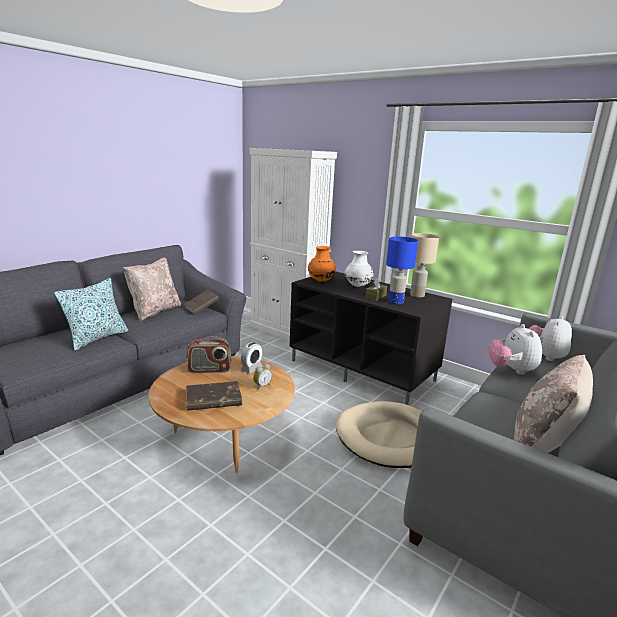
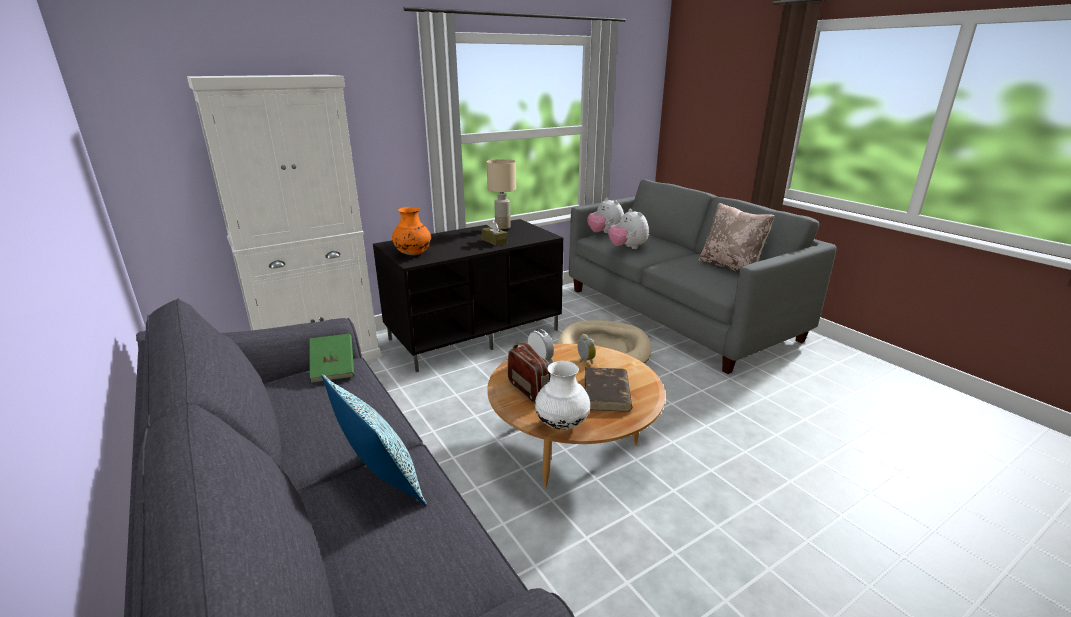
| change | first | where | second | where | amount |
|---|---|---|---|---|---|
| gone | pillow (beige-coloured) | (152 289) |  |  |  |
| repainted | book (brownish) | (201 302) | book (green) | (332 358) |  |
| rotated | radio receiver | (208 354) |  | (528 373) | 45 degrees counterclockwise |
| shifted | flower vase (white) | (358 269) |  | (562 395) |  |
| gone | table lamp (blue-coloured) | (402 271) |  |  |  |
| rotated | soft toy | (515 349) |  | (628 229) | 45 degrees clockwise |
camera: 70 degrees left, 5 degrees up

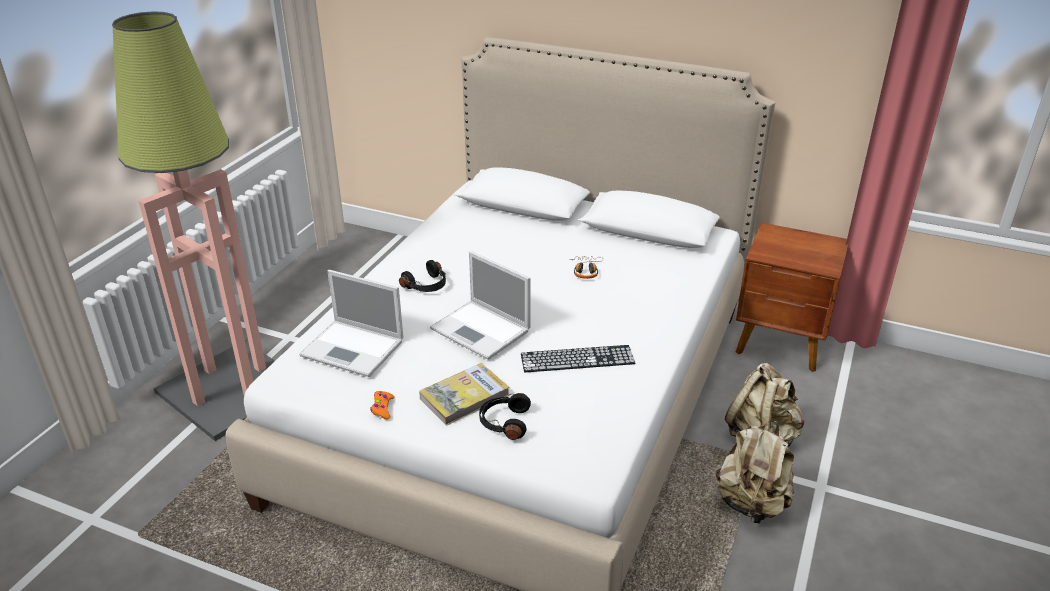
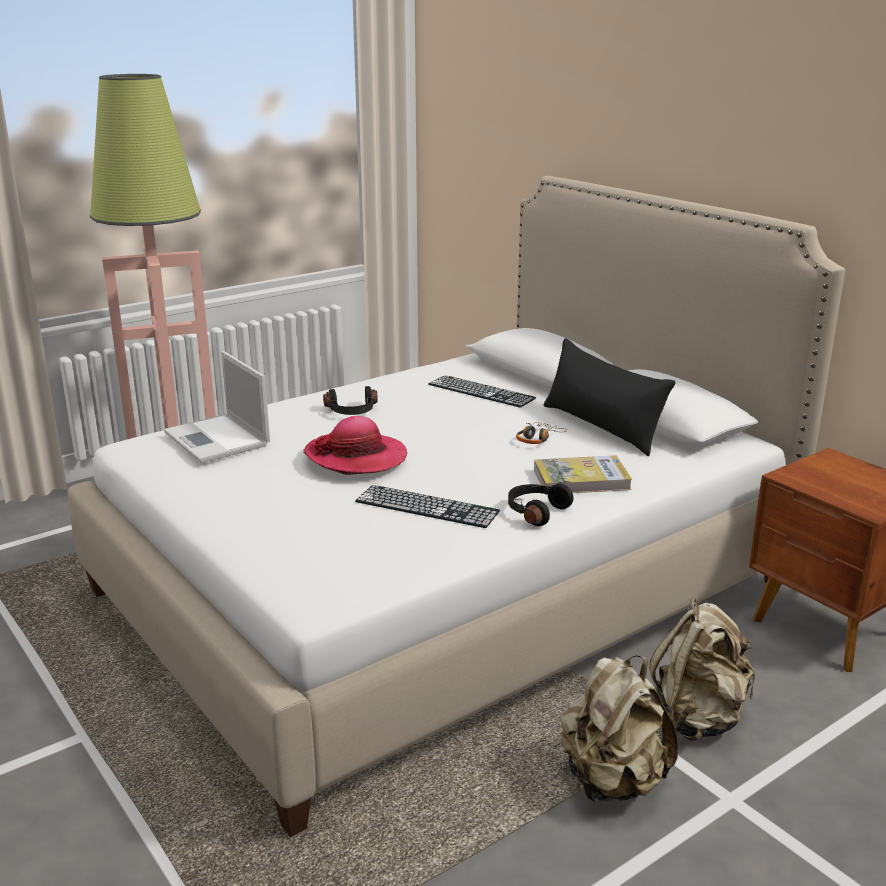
| change | first | where | second | where | amount |
|---|---|---|---|---|---|
| gone | game controller (orange) | (382 405) |  |  |  |
| shifted | book | (464 394) |  | (583 475) |  |
| swapped | laptop | (480 305) | hat | (355 445) |  |
| shifted | headset (black) | (505 416) |  | (540 505) |  |
| new |  |  | computer keyboard | (482 391) |  |
| new |  |  | pillow (black) | (610 397) |  |
camera: 30 degrees right, 10 degrees down

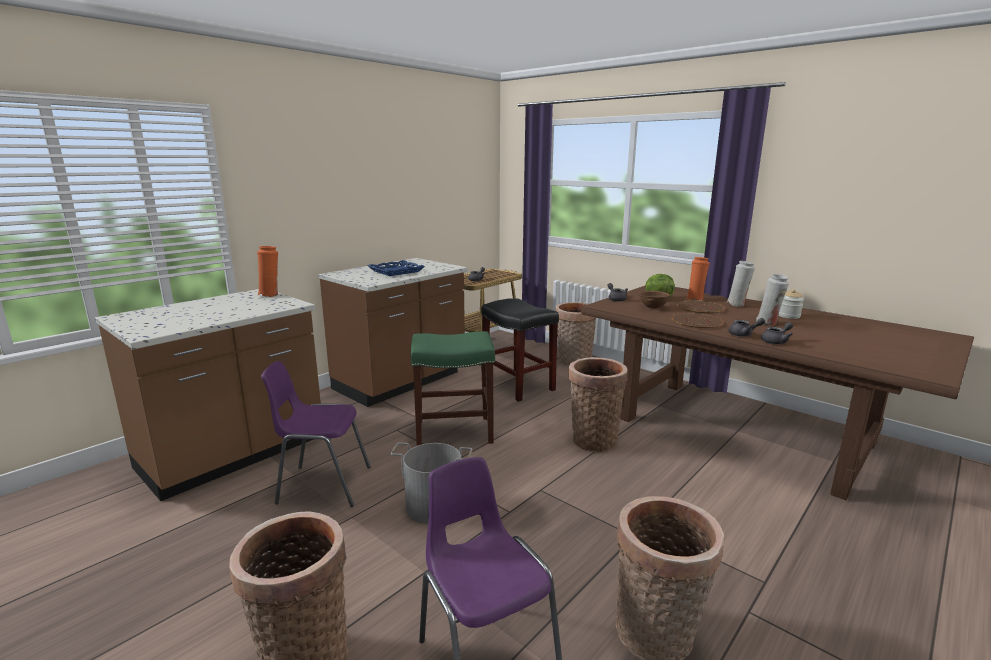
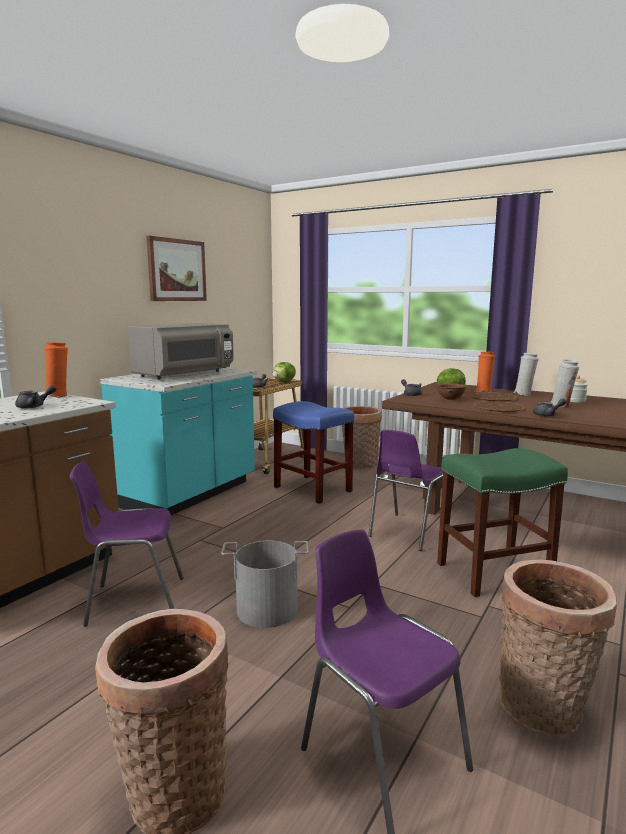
| change | first | where | second | where | amount |
|---|---|---|---|---|---|
| repainted | kitchen base unit (brownish) | (393 332) | kitchen base unit (blue-green) | (178 441) |  |
| swapped | tray (blue-coloured) | (396 268) | microwave oven (grey) | (181 351) |  |
| shifted | sitting stool (green) | (453 388) |  | (502 522) |  |
| repainted | sitting stool (black) | (520 350) | sitting stool (blue-coloured) | (313 452) |  |
| swapped | basket | (598 404) | plain chair (purplish) | (405 490) |  |
| shifted | pot for tea (grey) | (777 333) |  | (35 397) |  |
| new |  |  | picture | (176 268) |  |
| new |  |  | lettuce | (284 372) |  |
camera: 10 degrees left, 5 degrees down

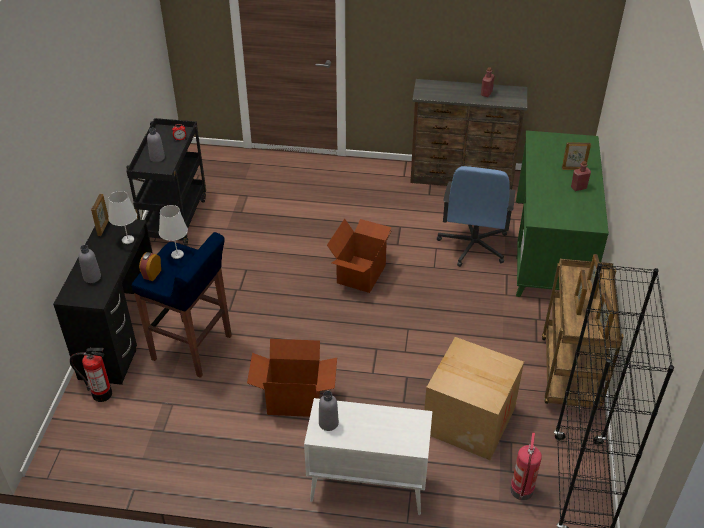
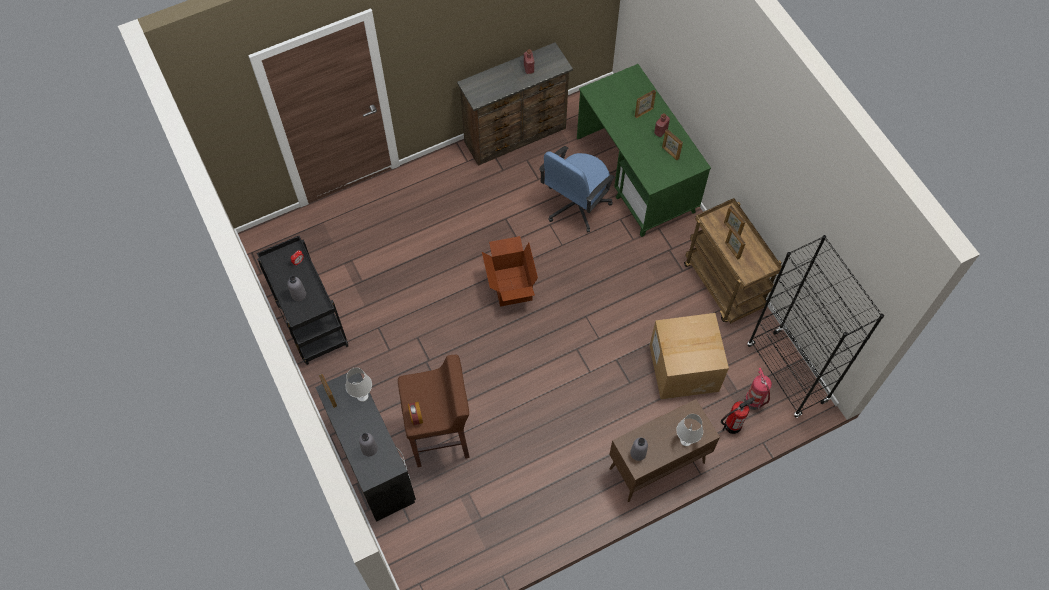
| change | first | where | second | where | amount |
|---|---|---|---|---|---|
| shifted | extinguisher | (91 375) |  | (738 415) |  |
| repainted | sitting stool (blue-coloured) | (182 305) | sitting stool (brownish) | (434 411) |  |
| shifted | table lamp (white) | (173 232) |  | (689 430) |  |
| gone | packing box | (292 378) |  |  |  |
| repainted | cabinet (white) | (368 456) | cabinet (brownish) | (664 450) |  |
| rotated | office chair (blue-coloured) | (476 216) |  | (577 189) | 60 degrees clockwise |
| shifted | standing frame | (605 316) |  | (672 144) |  |
camera: 35 degrees left, 20 degrees up

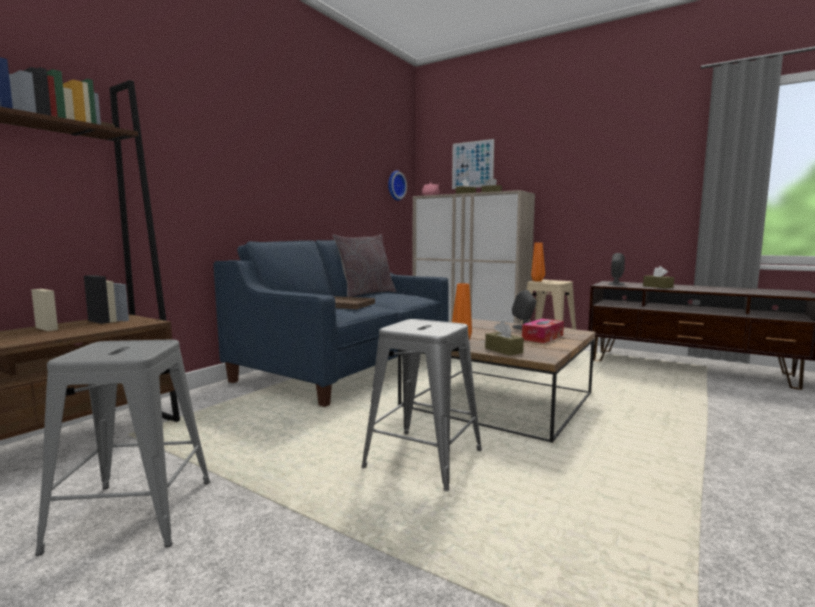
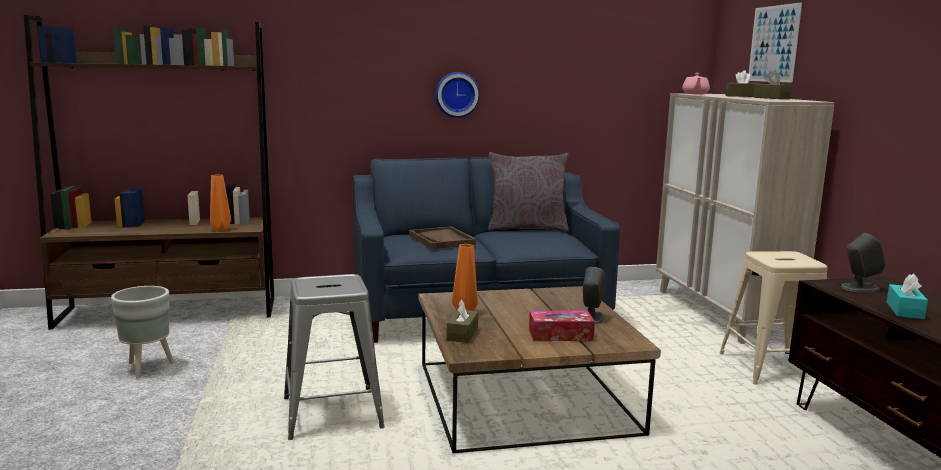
| change | first | where | second | where | amount |
|---|---|---|---|---|---|
| swapped | sitting stool (grey) | (122 448) | planter (grey) | (142 332) |  |
| shifted | hanging clock | (397 186) |  | (457 95) |  |
| shifted | flower vase (orange) | (538 261) |  | (220 203) |  |
| repainted | tissue holder (brownish) | (658 277) | tissue holder (blue-green) | (907 296) |  |
camera: 45 degrees right, 5 degrees up

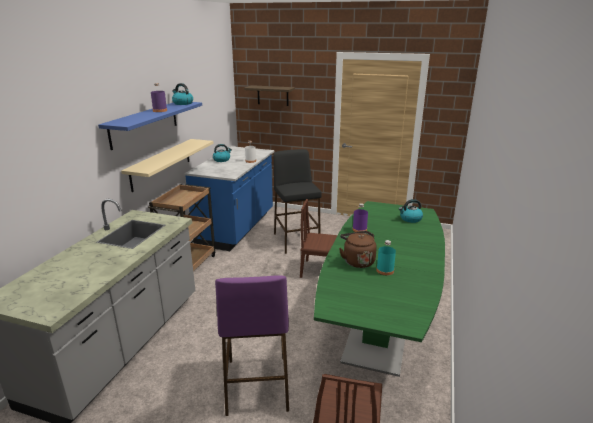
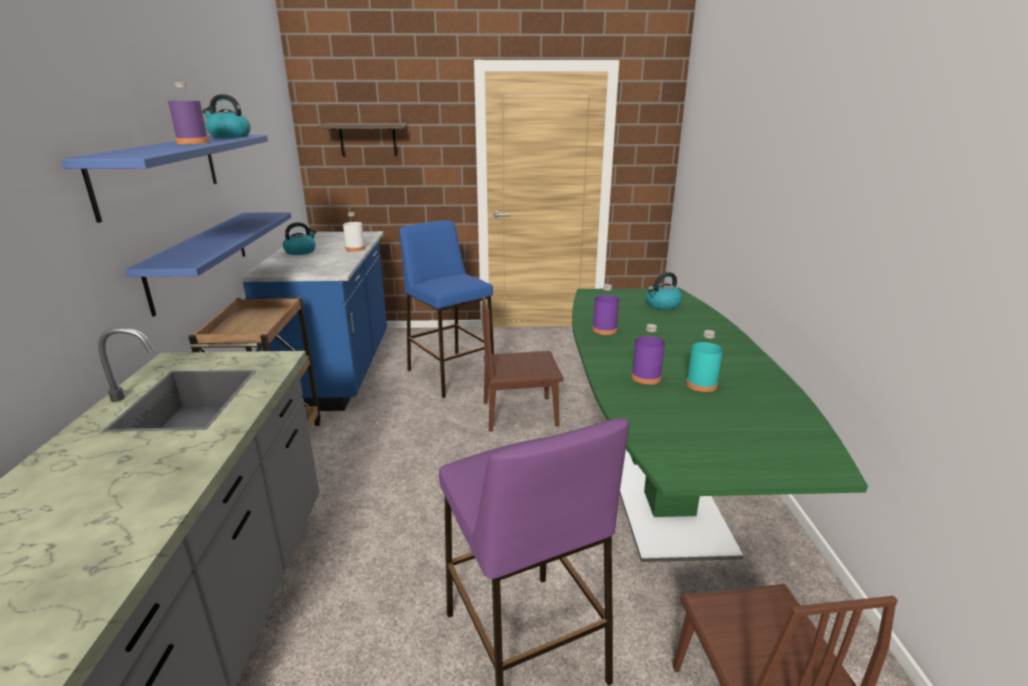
| change | first | where | second | where | amount |
|---|---|---|---|---|---|
| repainted | bracket shelf (beige-coloured) | (167 165) | bracket shelf (blue-coloured) | (208 264) |  |
| repainted | sitting stool (black) | (297 201) | sitting stool (blue-coloured) | (446 309) |  |
| swapped | kettle (brownish) | (358 249) | drink bottle (purplish) | (648 354) |  |
camera: 20 degrees left, 0 degrees up

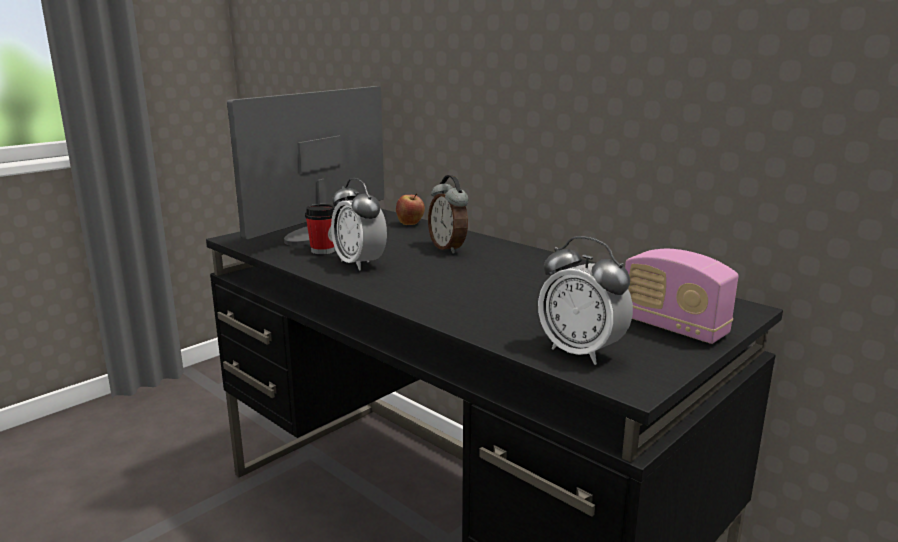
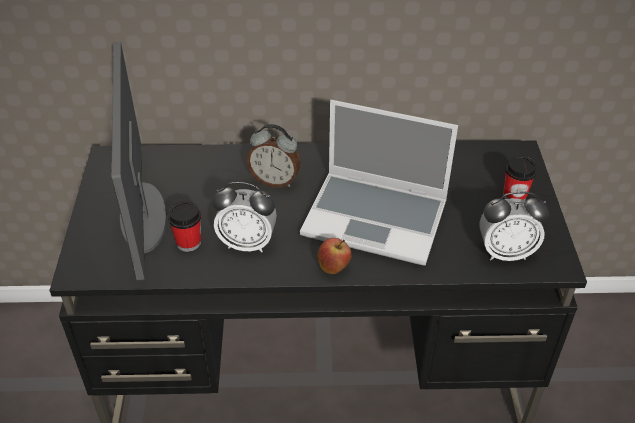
| change | first | where | second | where | amount |
|---|---|---|---|---|---|
| shifted | apple fruit | (410 209) |  | (334 256) |  |
| swapped | radio receiver | (681 296) | drinking cup | (520 178) |  |
| new |  |  | laptop | (379 183) |  |
camera: 45 degrees left, 25 degrees up

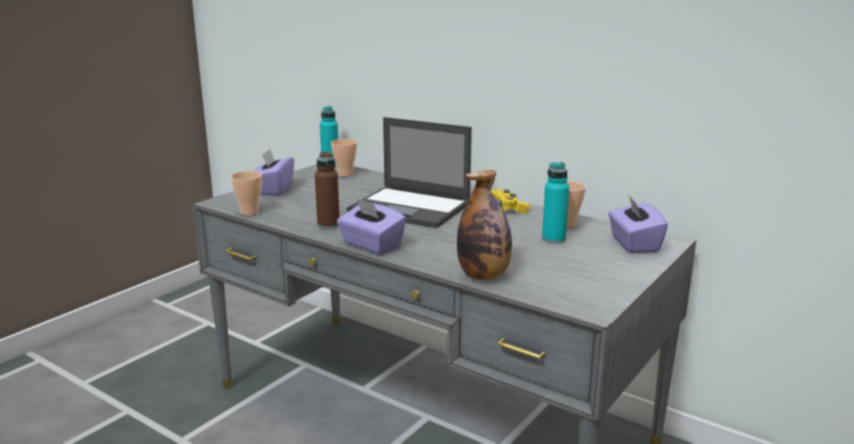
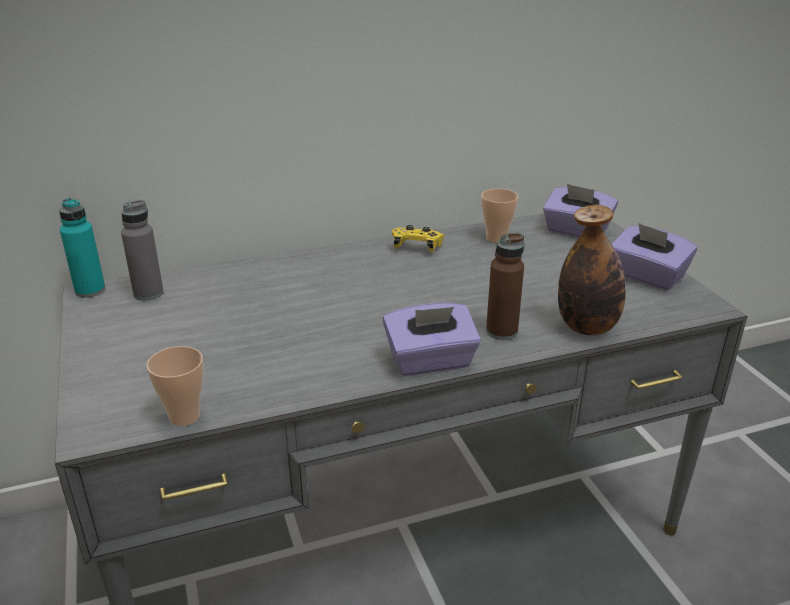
| change | first | where | second | where | amount |
|---|---|---|---|---|---|
| shifted | tissue holder (purplish) | (274 172) |  | (654 256) |  |
| shifted | drink bottle (brownish) | (327 190) |  | (505 286) |  |
| swapped | drinking cup | (344 158) | drink bottle (grey) | (142 250) |  |
| gone | laptop | (409 172) |  |  |  |
| gone | drink bottle (blue-green) | (555 203) |  |  |  |
camera: 55 degrees left, 10 degrees up

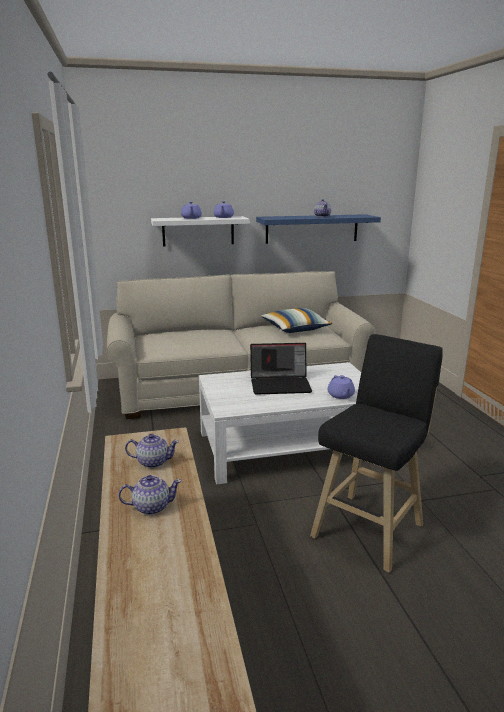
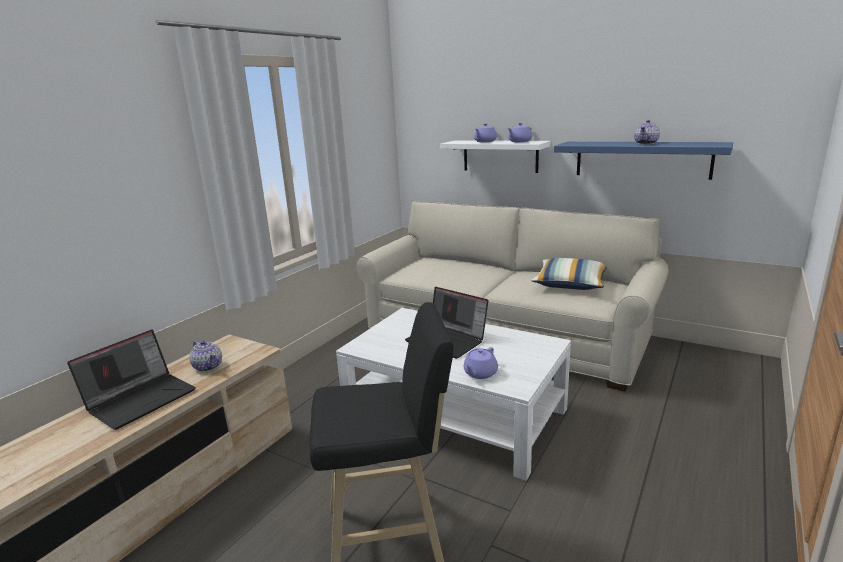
| change | first | where | second | where | amount |
|---|---|---|---|---|---|
| swapped | pot for tea | (150 495) | laptop | (131 379) |  |
camera: 45 degrees right, 0 degrees up

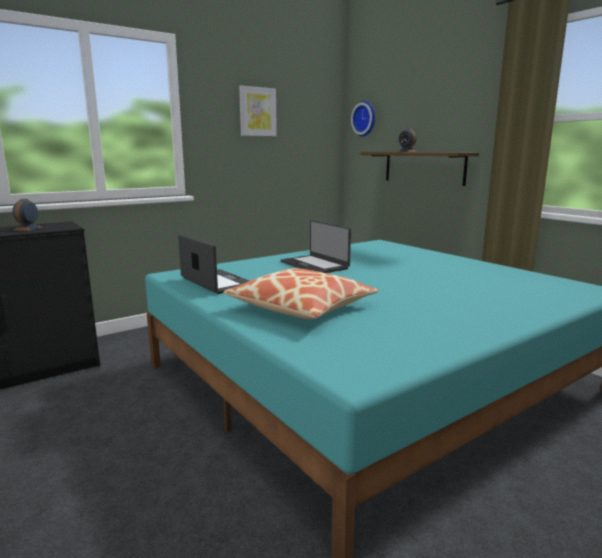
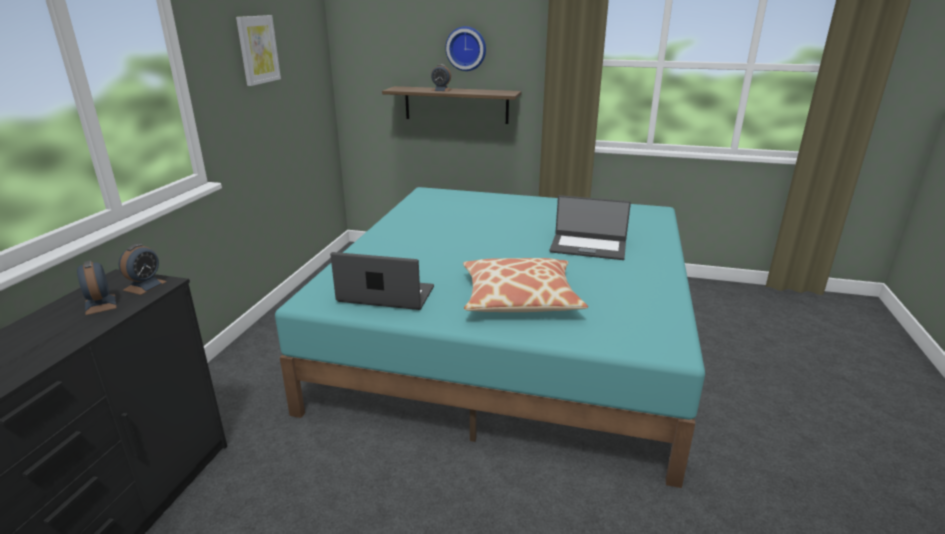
| change | first | where | second | where | amount |
|---|---|---|---|---|---|
| shifted | laptop | (316 246) |  | (590 227) |  |
| shifted | hanging clock | (363 119) |  | (465 48) |  |
| new |  |  | bedside clock | (142 269) |  |
camera: 40 degrees left, 10 degrees up

